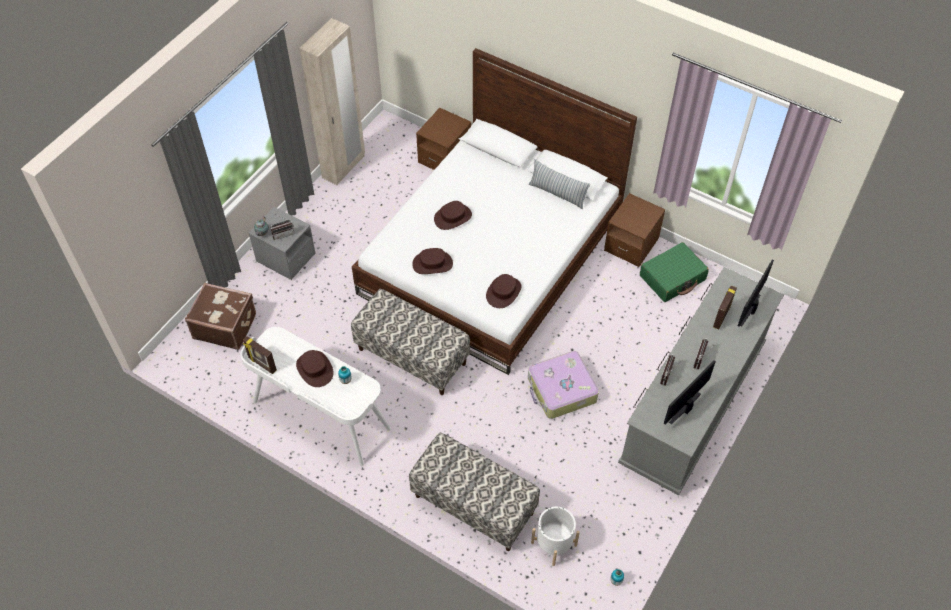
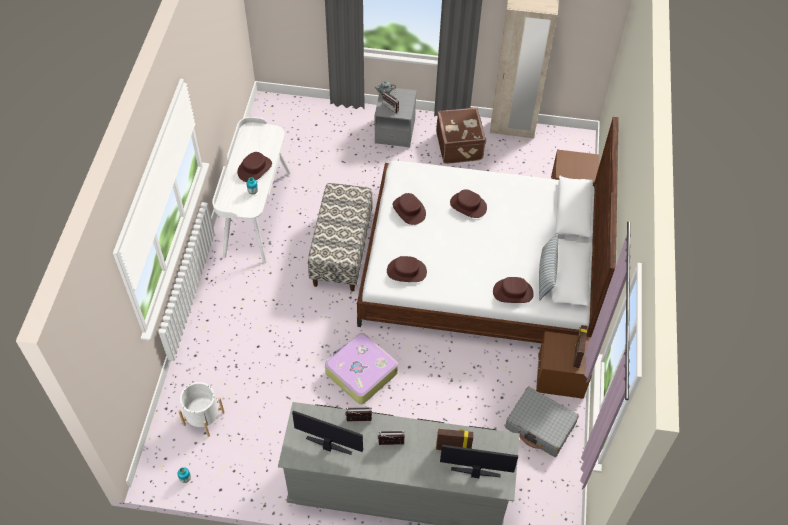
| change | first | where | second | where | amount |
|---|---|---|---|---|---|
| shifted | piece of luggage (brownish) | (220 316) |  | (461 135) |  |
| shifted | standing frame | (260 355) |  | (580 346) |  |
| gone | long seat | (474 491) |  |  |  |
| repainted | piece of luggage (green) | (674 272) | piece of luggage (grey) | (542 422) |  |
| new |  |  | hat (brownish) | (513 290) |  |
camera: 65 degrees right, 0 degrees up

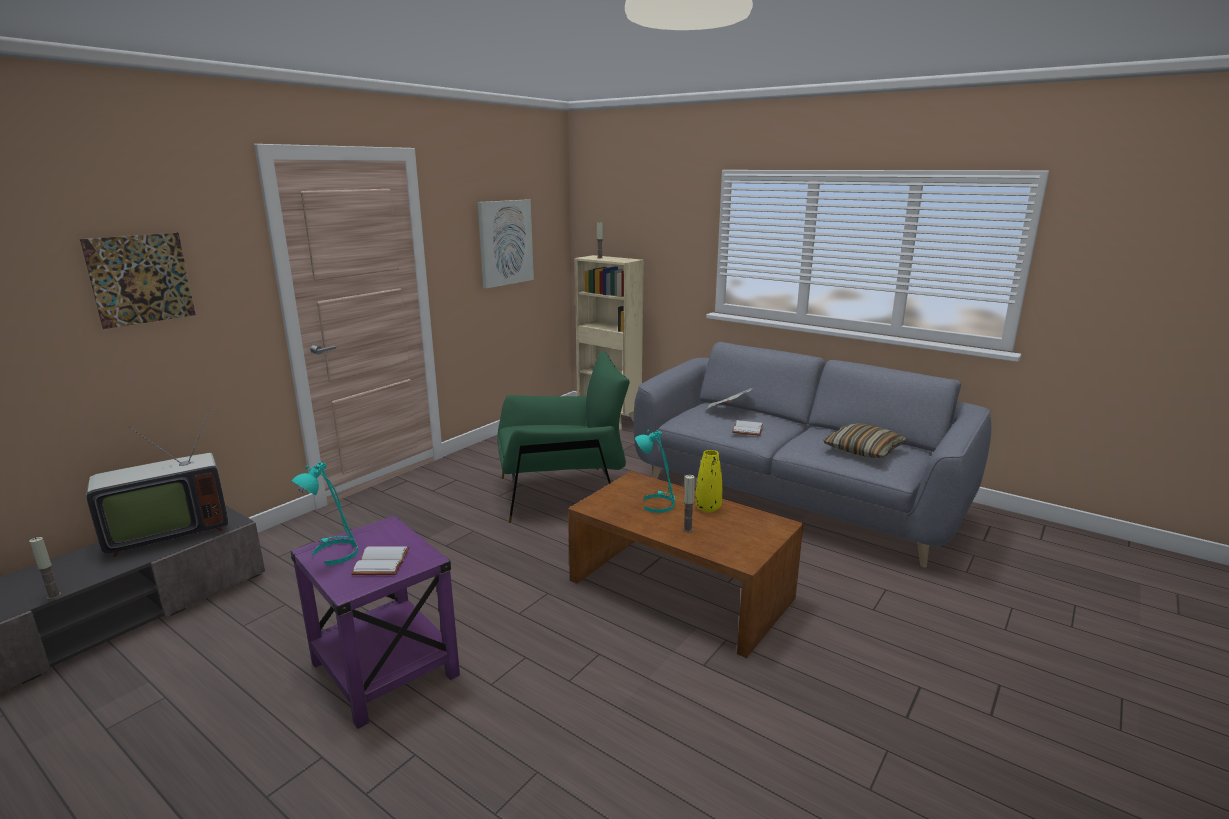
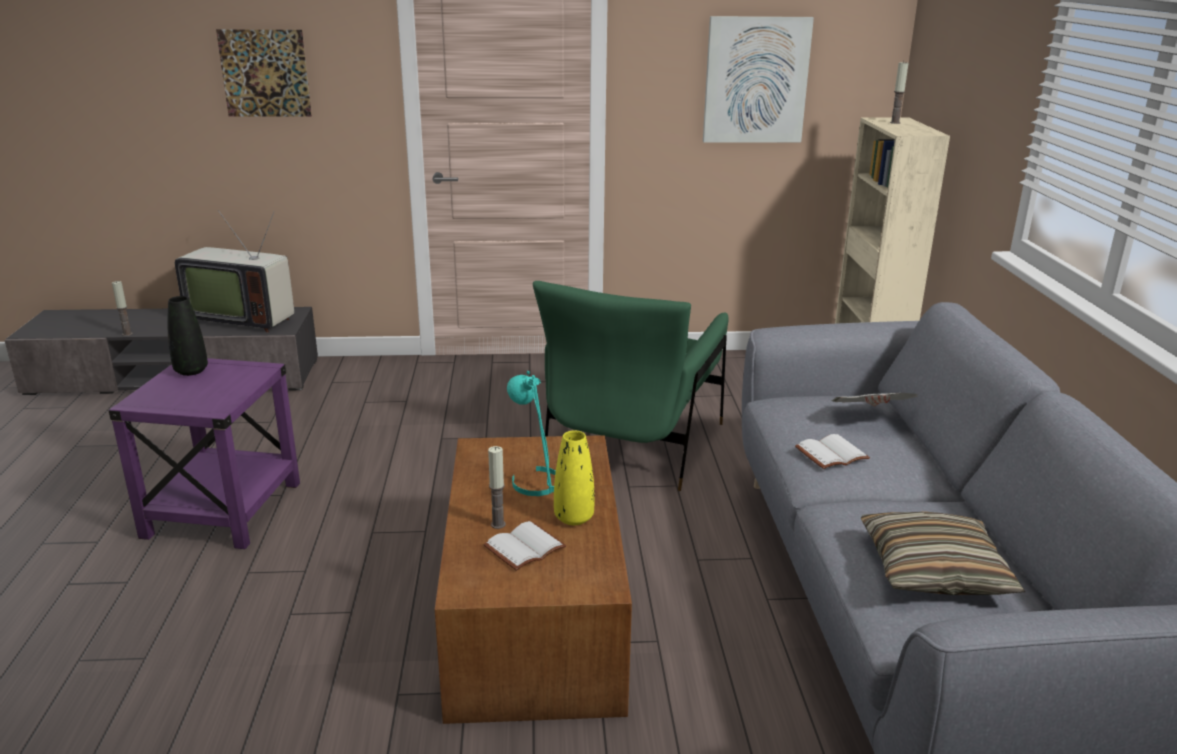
| change | first | where | second | where | amount |
|---|---|---|---|---|---|
| swapped | table lamp (blue-green) | (324 513) | flower vase (black) | (187 336) |  |
| shifted | book (white) | (380 560) |  | (525 546) |  |
| rotated | armchair (green) | (563 437) |  | (631 386) | 75 degrees clockwise |
camera: 50 degrees right, 5 degrees up

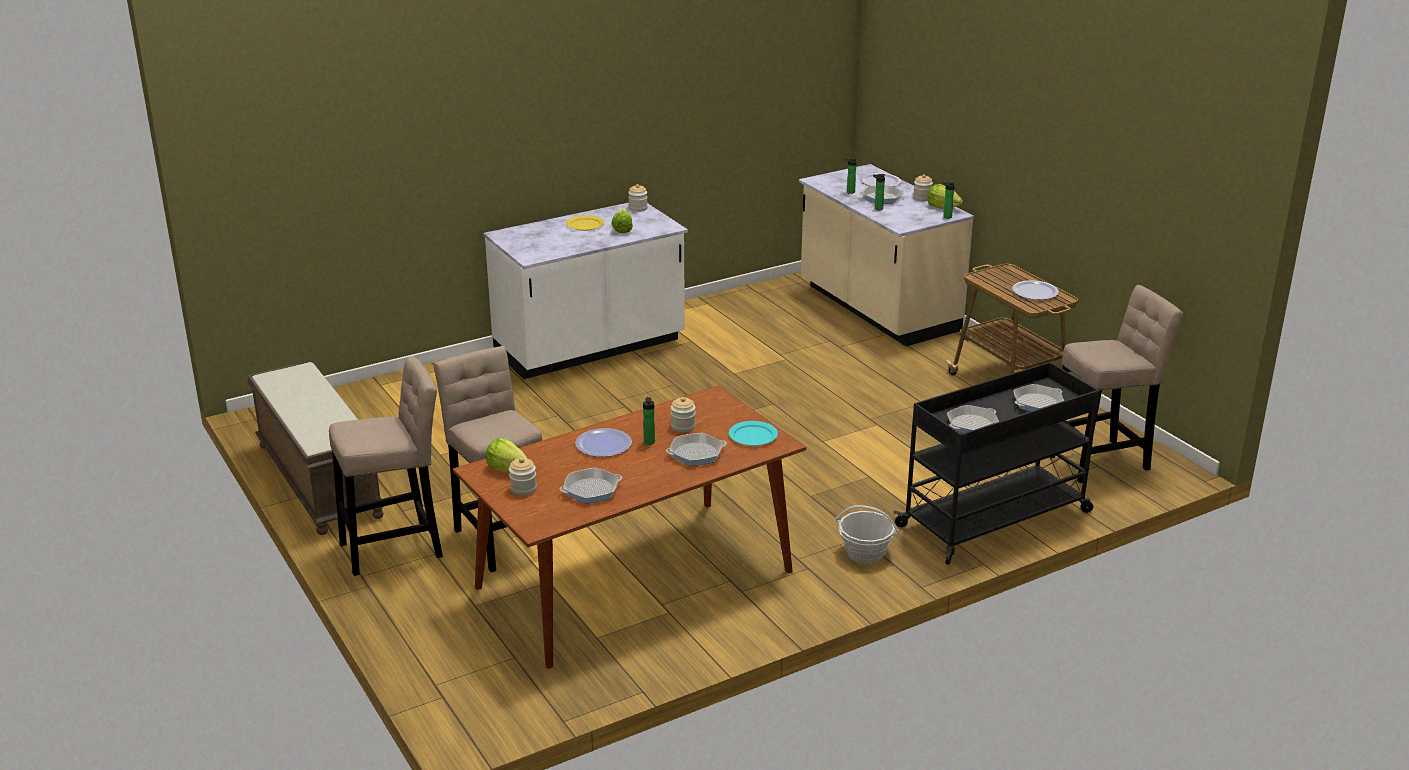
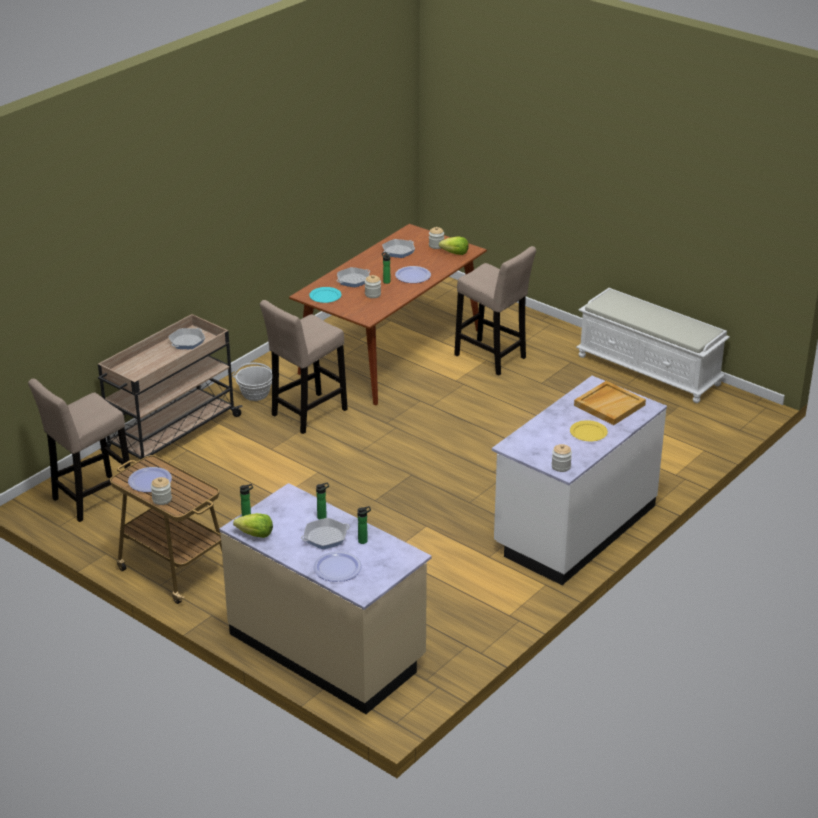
| change | first | where | second | where | amount |
|---|---|---|---|---|---|
| repainted | long seat (brownish) | (315 448) | long seat (white) | (653 345) |  |
| shifted | sitting stool (beige-coloured) | (386 466) |  | (304 367) |  |
| gone | lettuce | (622 221) |  |  |  |
| repainted | cart (black) | (997 463) | cart (beige-coloured) | (170 386) |  |
| shifted | preserve jar | (923 187) |  | (161 491) |  |
| gone | pan | (1038 398) |  |  |  |
| new |  |  | tray (beige-coloured) | (610 403) |  |
camera: 160 degrees right, 5 degrees up

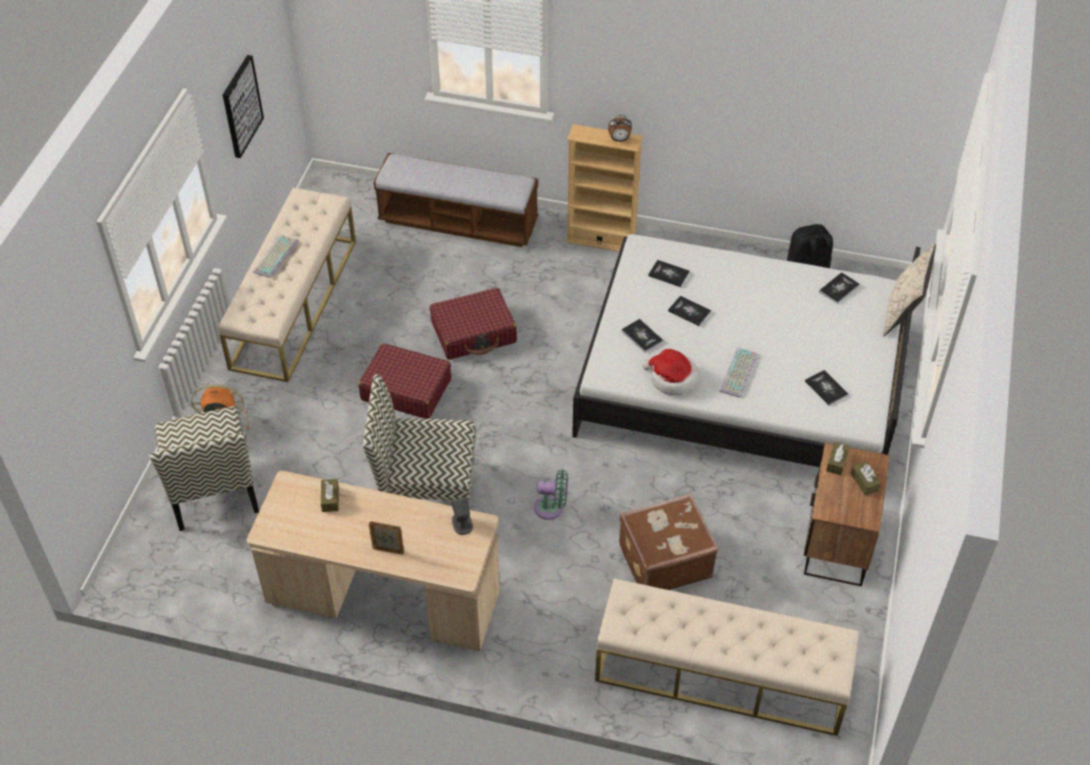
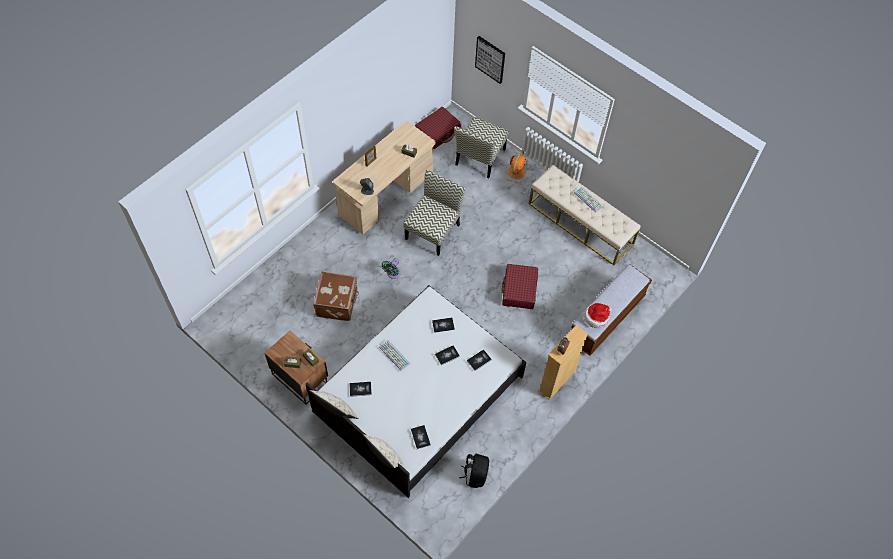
| change | first | where | second | where | amount |
|---|---|---|---|---|---|
| rotated | plain chair | (204 468) |  | (481 147) | 75 degrees counterclockwise |
| shifted | picture | (243 106) |  | (490 60) |  |
| shifted | piece of luggage (reddish) | (404 381) |  | (438 128) |  |
| gone | long seat (beige-coloured) | (727 657) |  |  |  |
| shifted | hat | (670 372) |  | (598 315) |  |
| new |  |  | pillow (beige-coloured) | (334 404) |  |
camera: 115 degrees right, 10 degrees up

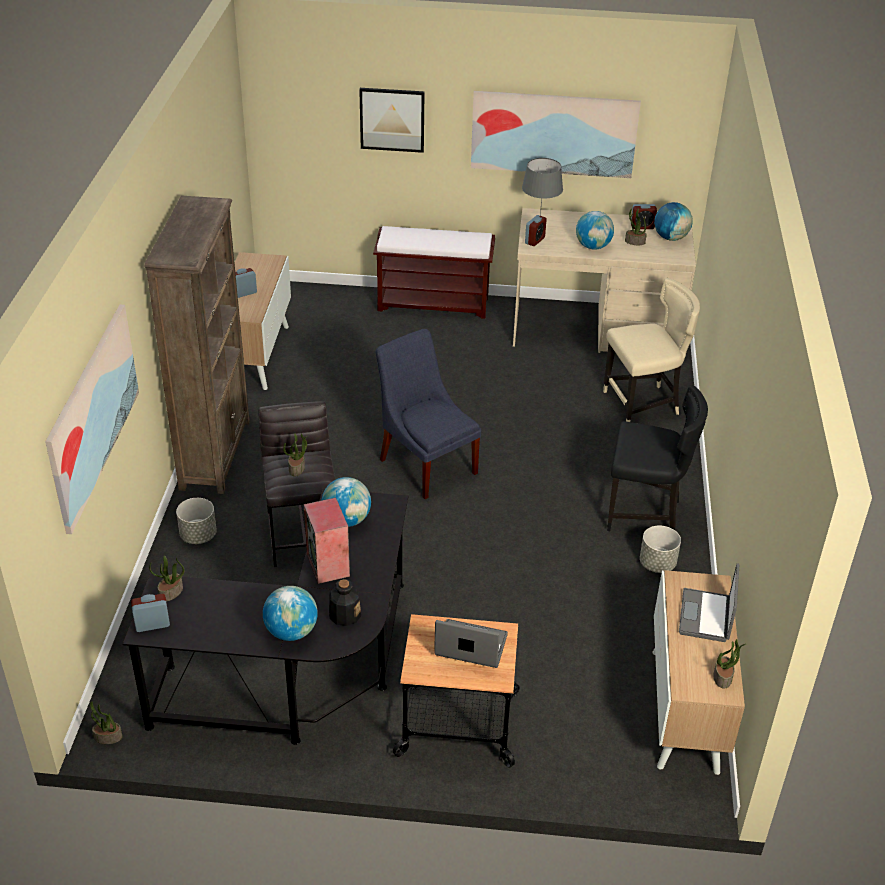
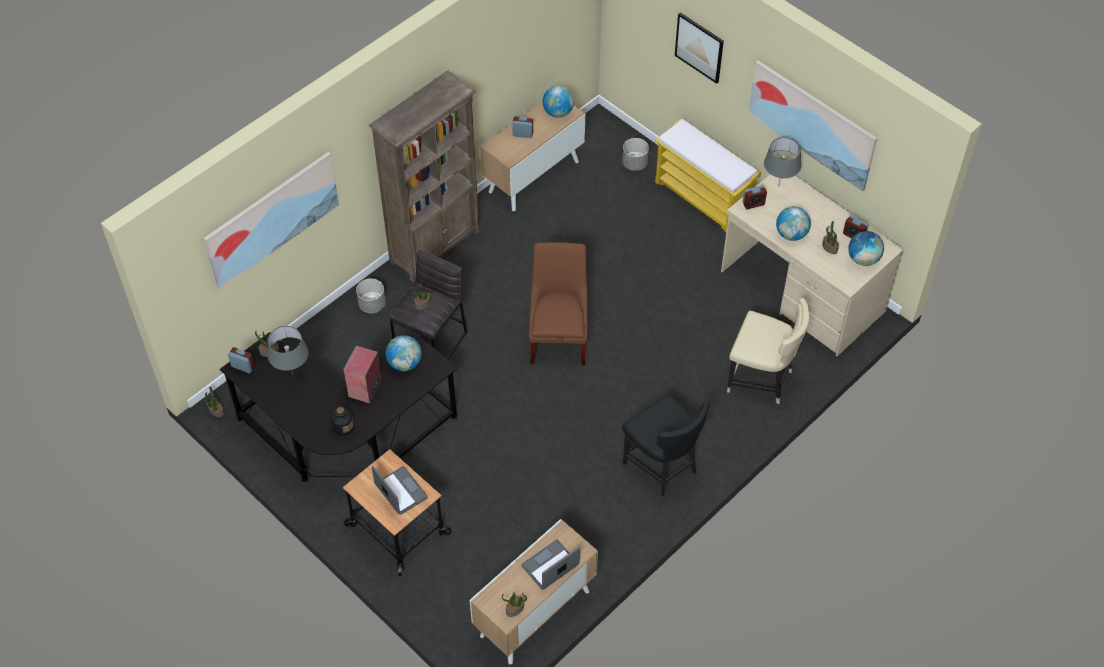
| change | first | where | second | where | amount |
|---|---|---|---|---|---|
| shifted | globe | (290 613) |  | (558 102) |  |
| repainted | long seat (brownish) | (434 272) | long seat (yellow-coloured) | (708 175) |  |
| repainted | plain chair (blue-coloured) | (428 414) | plain chair (brownish) | (558 303) |  |
| shifted | planter (grey) | (660 549) |  | (635 154) |  |
| new |  |  | table lamp (grey) | (288 350) |  |
camera: 40 degrees right, 15 degrees up

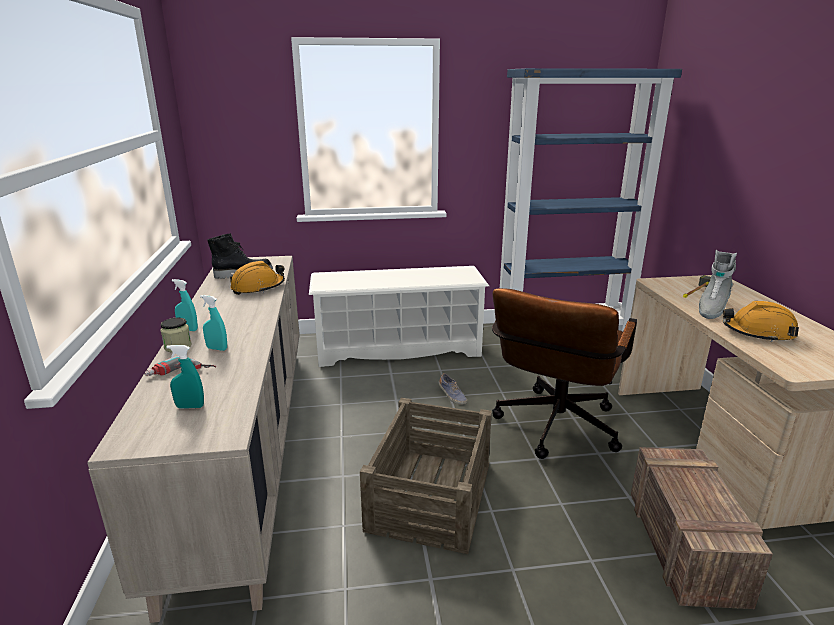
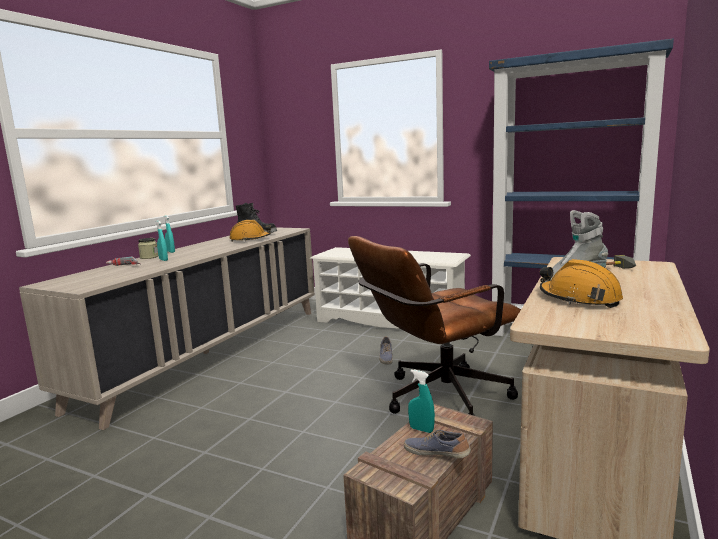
| change | first | where | second | where | amount |
|---|---|---|---|---|---|
| shifted | sprayer (blue-green) | (185 377) |  | (421 401) |  |
| gone | packing crate | (426 476) |  |  |  |
| new |  |  | shoe | (437 444) |  |
camera: 35 degrees right, 10 degrees down

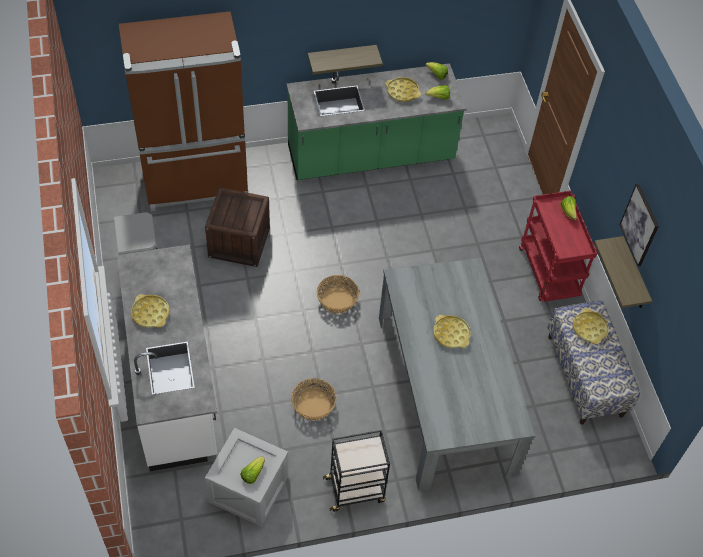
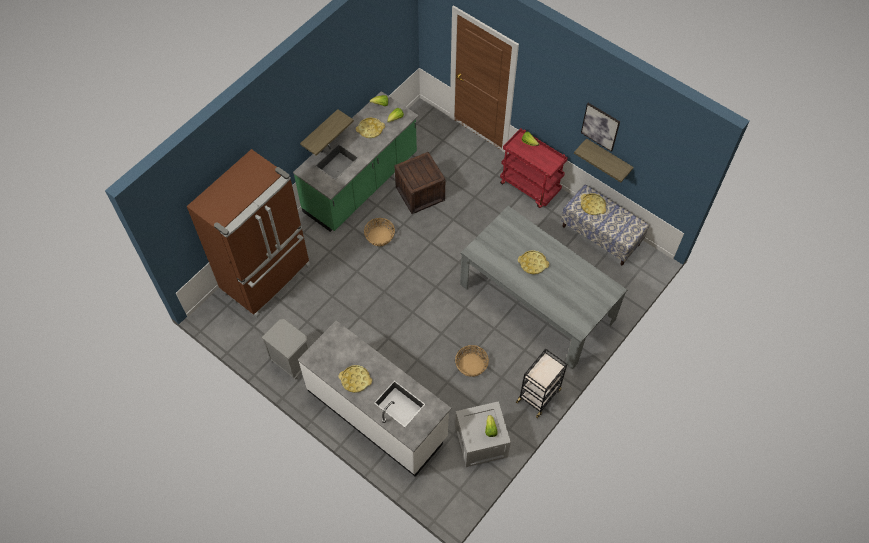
| change | first | where | second | where | amount |
|---|---|---|---|---|---|
| shifted | packing crate | (237 227) |  | (420 183) |  |
| shifted | basket | (338 294) |  | (379 232) |  |
camera: 35 degrees left, 5 degrees up

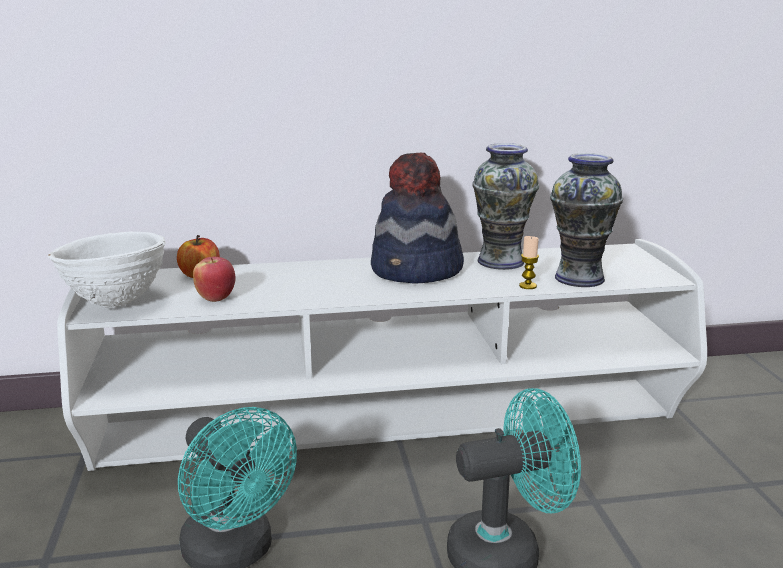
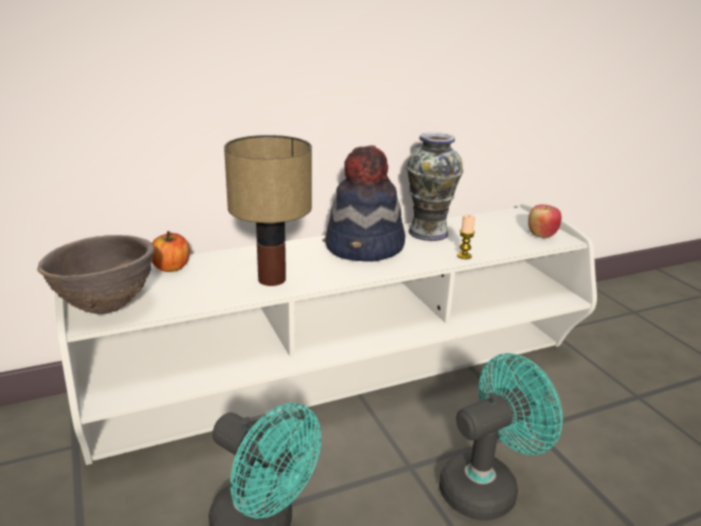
| change | first | where | second | where | amount |
|---|---|---|---|---|---|
| repainted | deep dish (white) | (107 270) | deep dish (brownish) | (96 274) |  |
| shifted | apple fruit | (214 279) |  | (544 221) |  |
| gone | flower vase | (586 220) |  |  |  |
| new |  |  | table lamp | (268 210) |  |
camera: 15 degrees left, 5 degrees up

